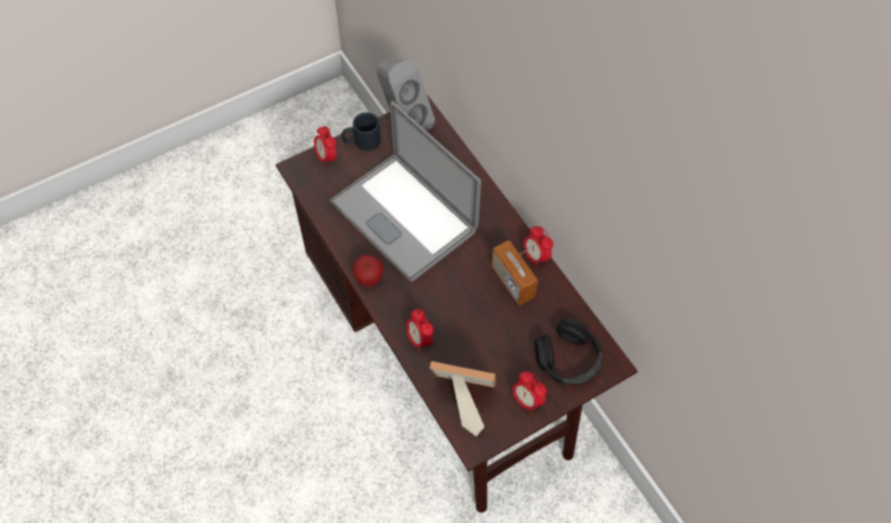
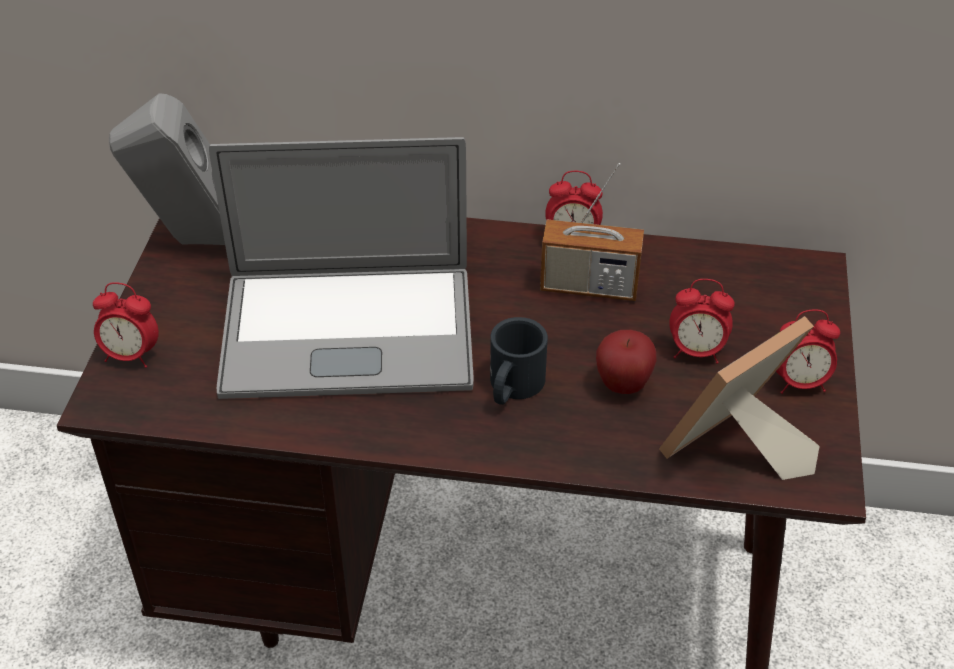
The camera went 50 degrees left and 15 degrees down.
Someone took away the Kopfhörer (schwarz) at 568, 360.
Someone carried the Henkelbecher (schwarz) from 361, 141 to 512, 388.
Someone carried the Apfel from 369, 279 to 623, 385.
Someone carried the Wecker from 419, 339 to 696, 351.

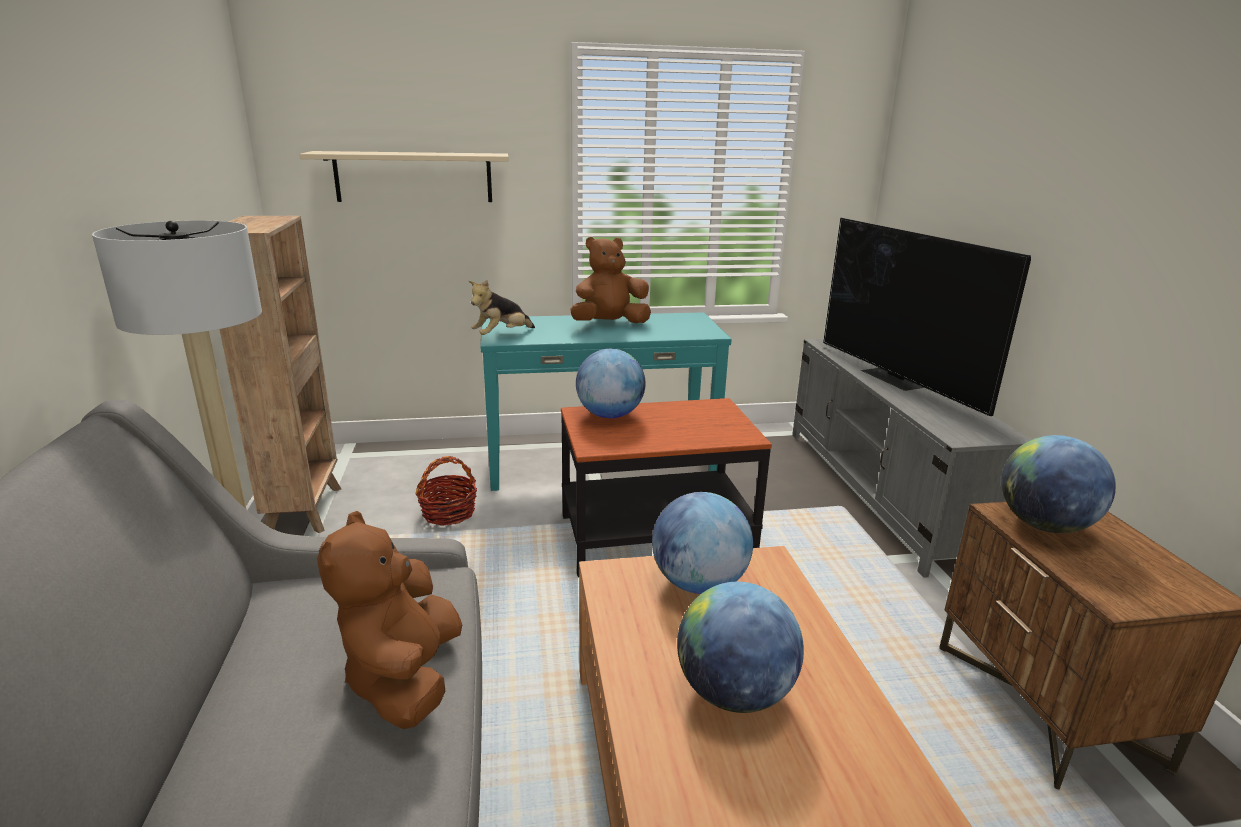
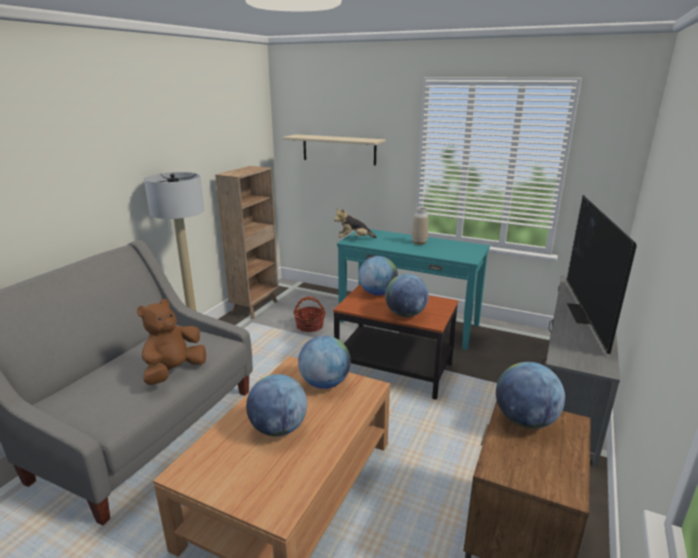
The camera went 35 degrees right and 0 degrees up.
Someone put down the Globus at 405, 314.
Someone swapped the Plüschtier (braun) at 609, 324 for the Vase at 419, 243.

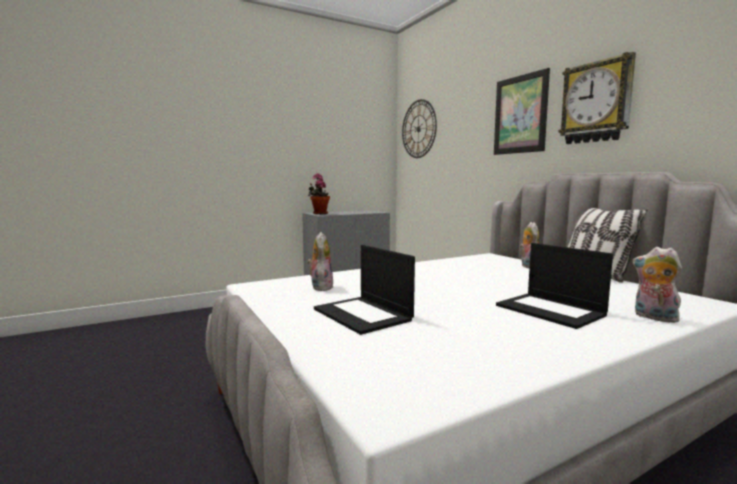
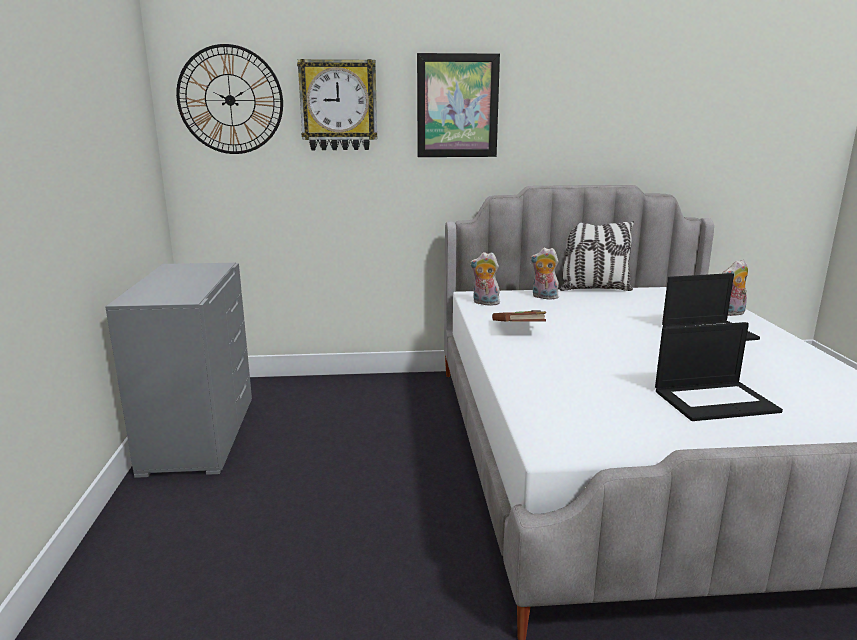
The camera went 65 degrees left and 10 degrees up.
Someone took away the Topfpflanze at 319, 213.
Someone put down the Buch (braun) at 519, 329.
Someone carried the Plüschtier from 320, 287 to 484, 303.
Someone carried the Wanduhr from 596, 102 to 338, 105.

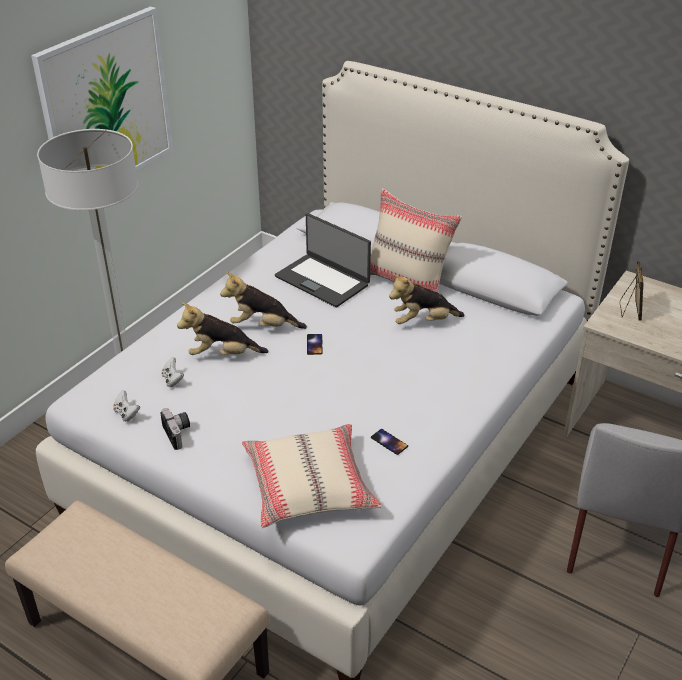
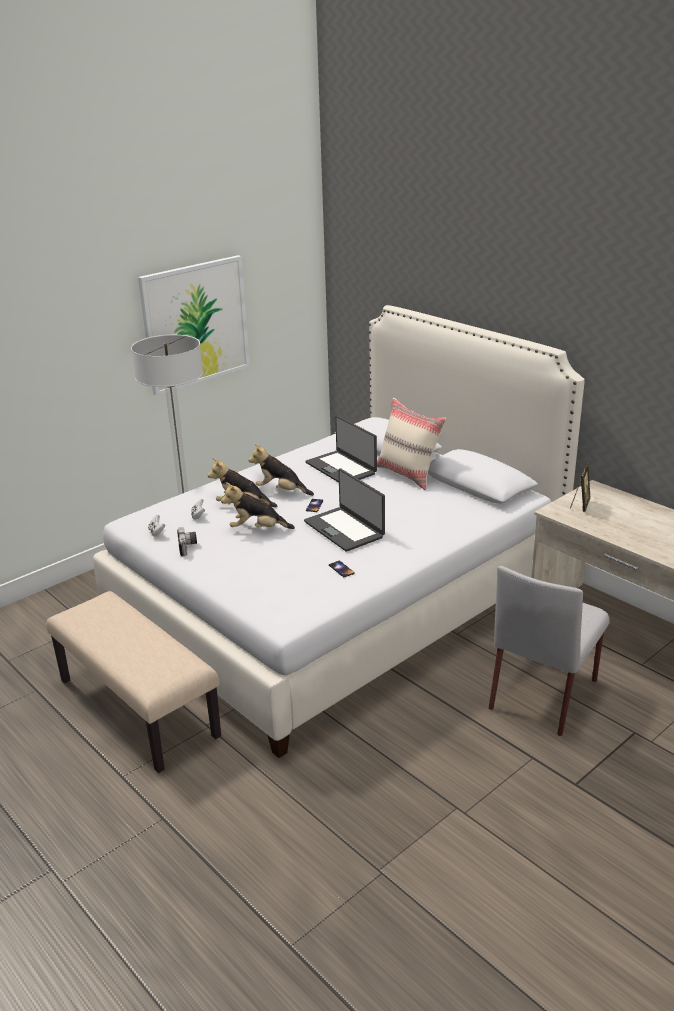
The camera went 15 degrees right and 10 degrees down.
Someone took away the Kissen (beige) at 309, 486.
Someone put down the Laptop at 344, 529.
Someone carried the Plüschtier from 423, 322 to 257, 529.

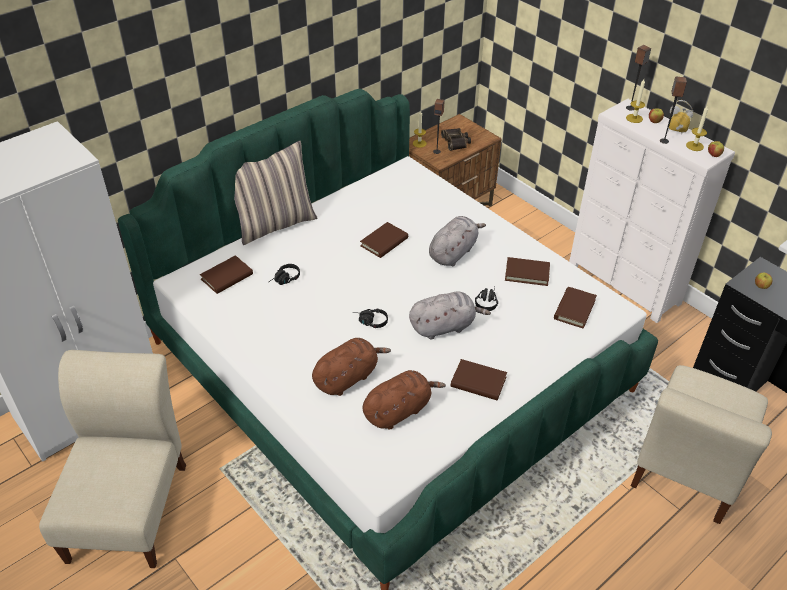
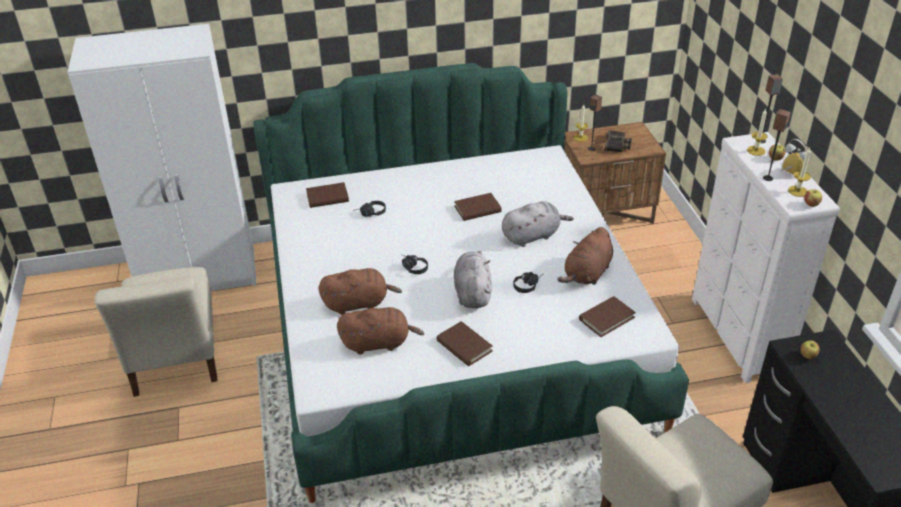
The camera went 30 degrees right and 5 degrees down.
Someone took away the Kissen at 275, 223.
Someone swapped the Buch (braun) at 527, 273 for the Plüschtier (braun) at 587, 274.
Someone rotated the Stuhl (beige) at 130, 506 by 135 degrees clockwise.
Someone rotated the Plüschtier (grau) at 444, 326 by 105 degrees counterclockwise.

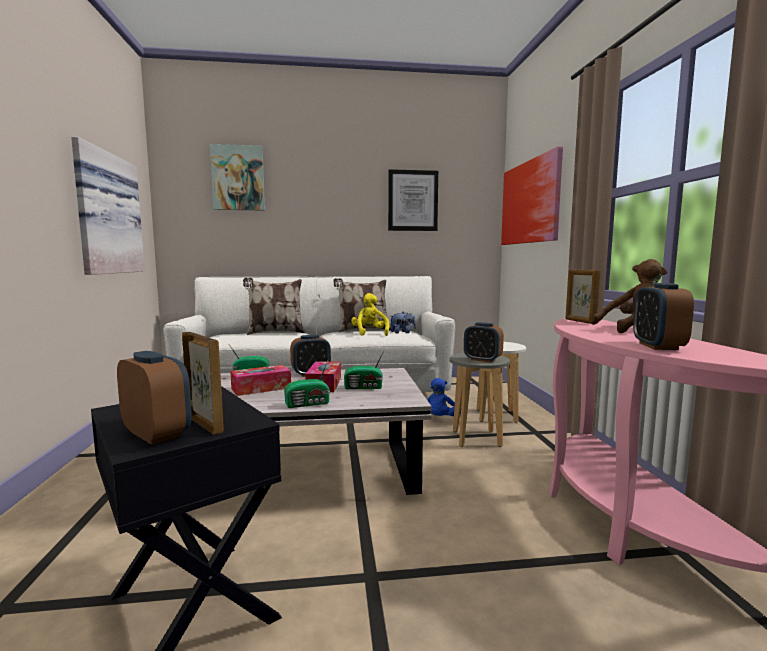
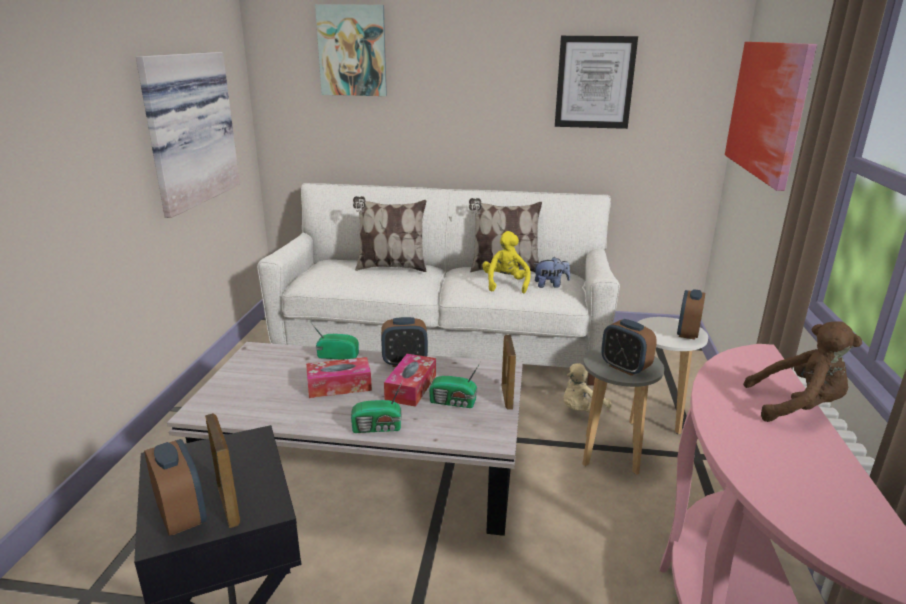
The camera went 15 degrees right and 15 degrees up.
Someone carried the Bilderrahmen from 579, 321 to 507, 397.
Someone carried the Wecker from 658, 346 to 687, 333.
Someone repainted the Plüschtier (blau) at 441, 418, which became the Plüschtier (beige) at 581, 410.

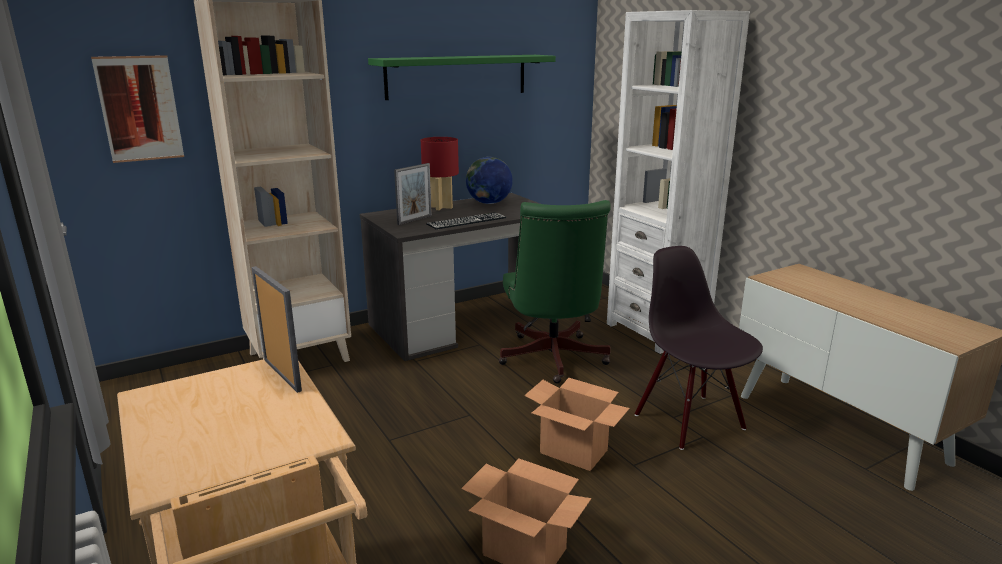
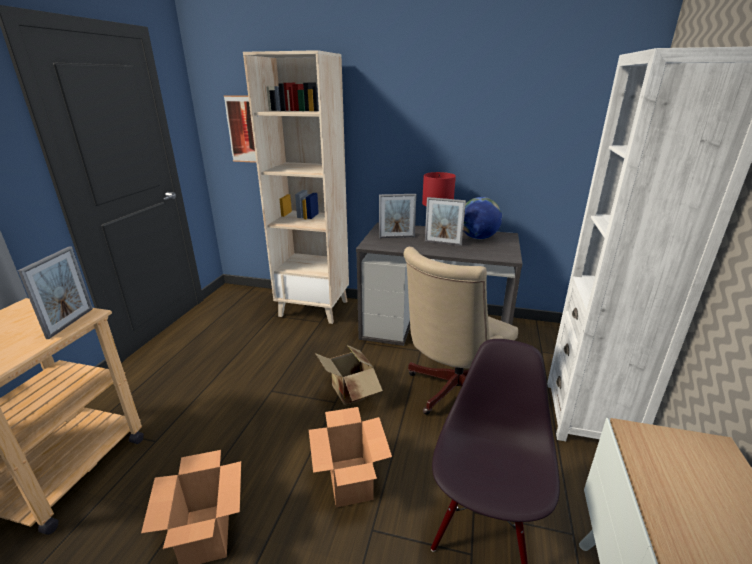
The camera went 45 degrees right and 5 degrees up.
Someone took away the Wandregal (grün) at 457, 76.
Someone took away the Tastatur at 466, 221.
Someone put down the Karton at 349, 393.
Someone put down the Bilderrahmen at 443, 243.
Someone repainted the Bürostuhl (grün) at 552, 360, which became the Bürostuhl (beige) at 451, 392.

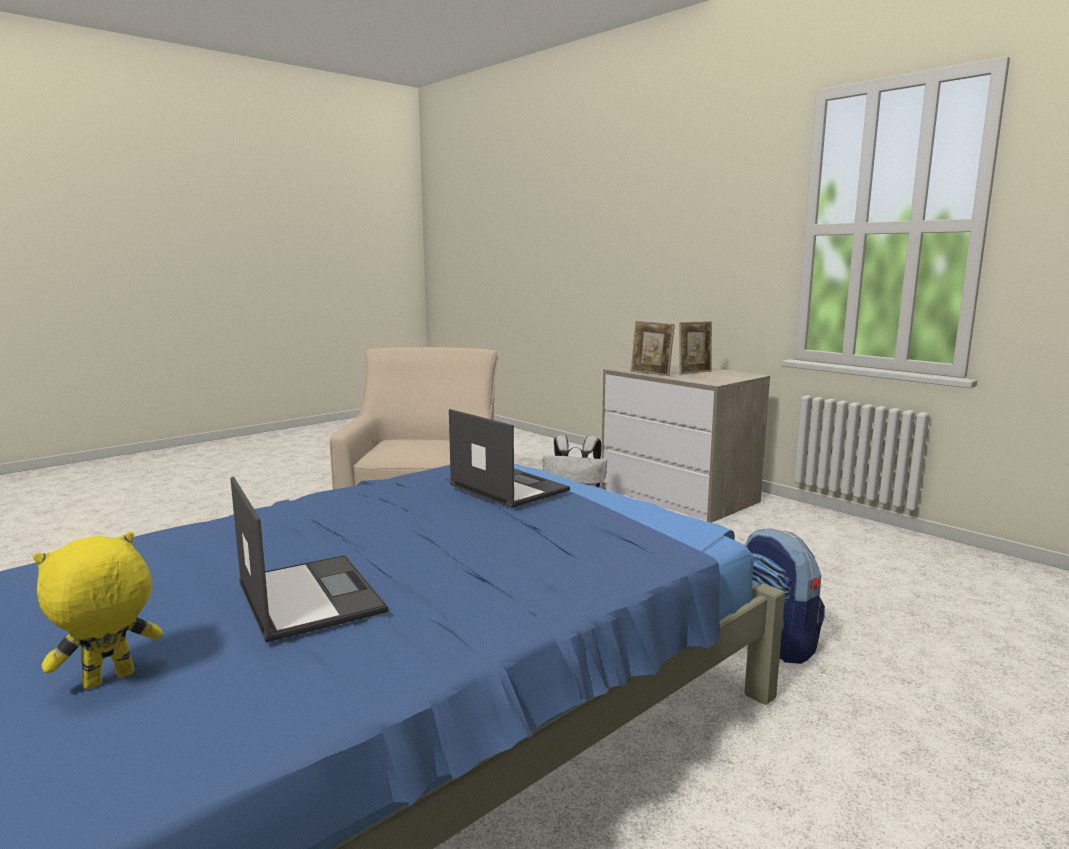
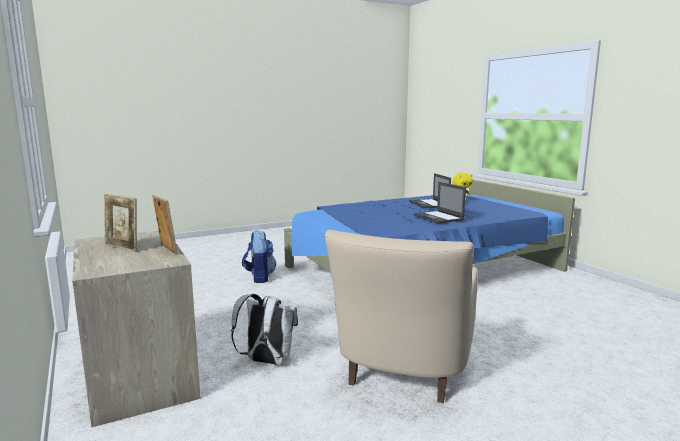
The camera went 165 degrees left and 0 degrees up.
Someone carried the Laptop from 507, 487 to 438, 217.
Someone rotated the Bilderrahmen at 694, 372 by 135 degrees counterclockwise.

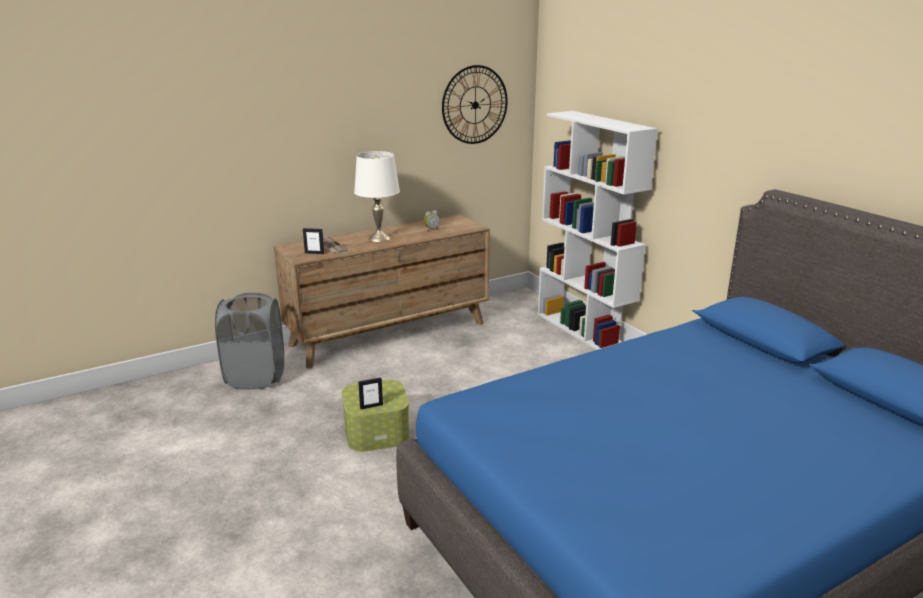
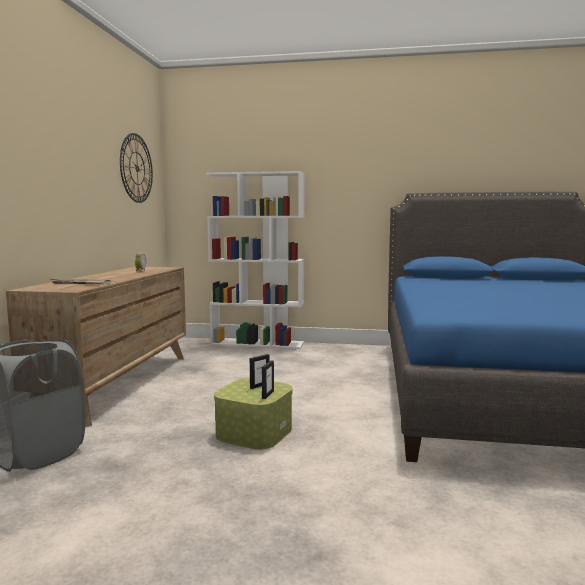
The camera went 50 degrees left and 15 degrees down.
Someone took away the Tischlampe (weiß) at 379, 238.
Someone carried the Bilderrahmen from 314, 253 to 259, 386.

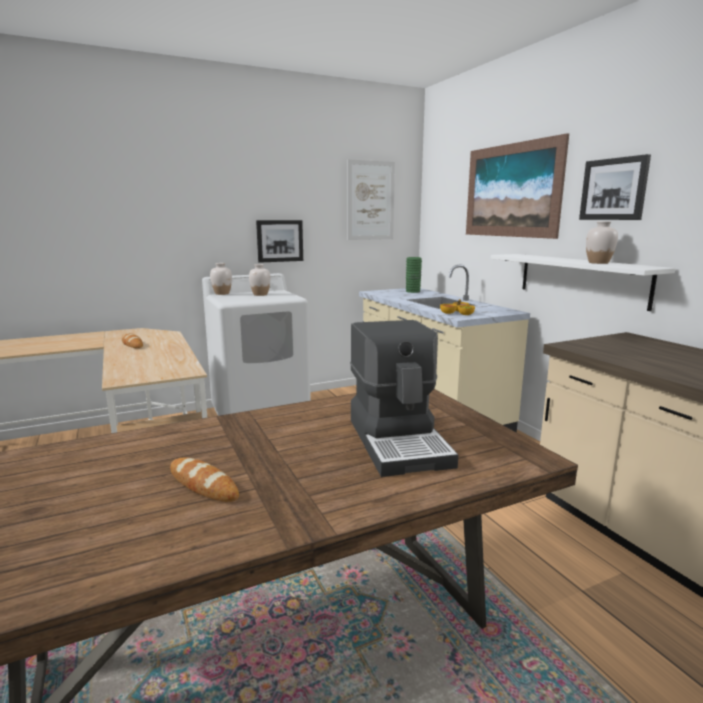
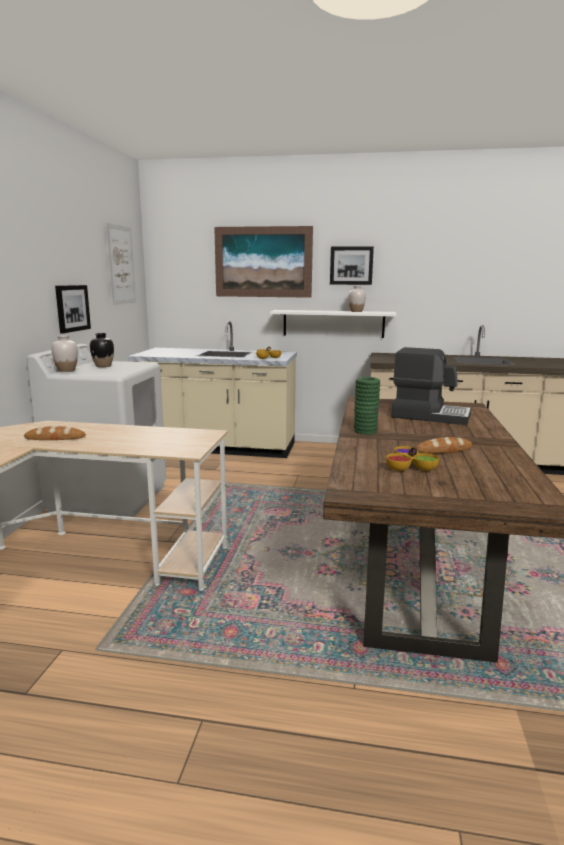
The camera went 55 degrees left and 0 degrees up.
Someone put down the Schüssel at 409, 466.
Someone carried the Vase (grün) from 413, 291 to 365, 431.
Someone repainted the Vase (weiß) at 260, 294, which became the Vase (schwarz) at 103, 366.

